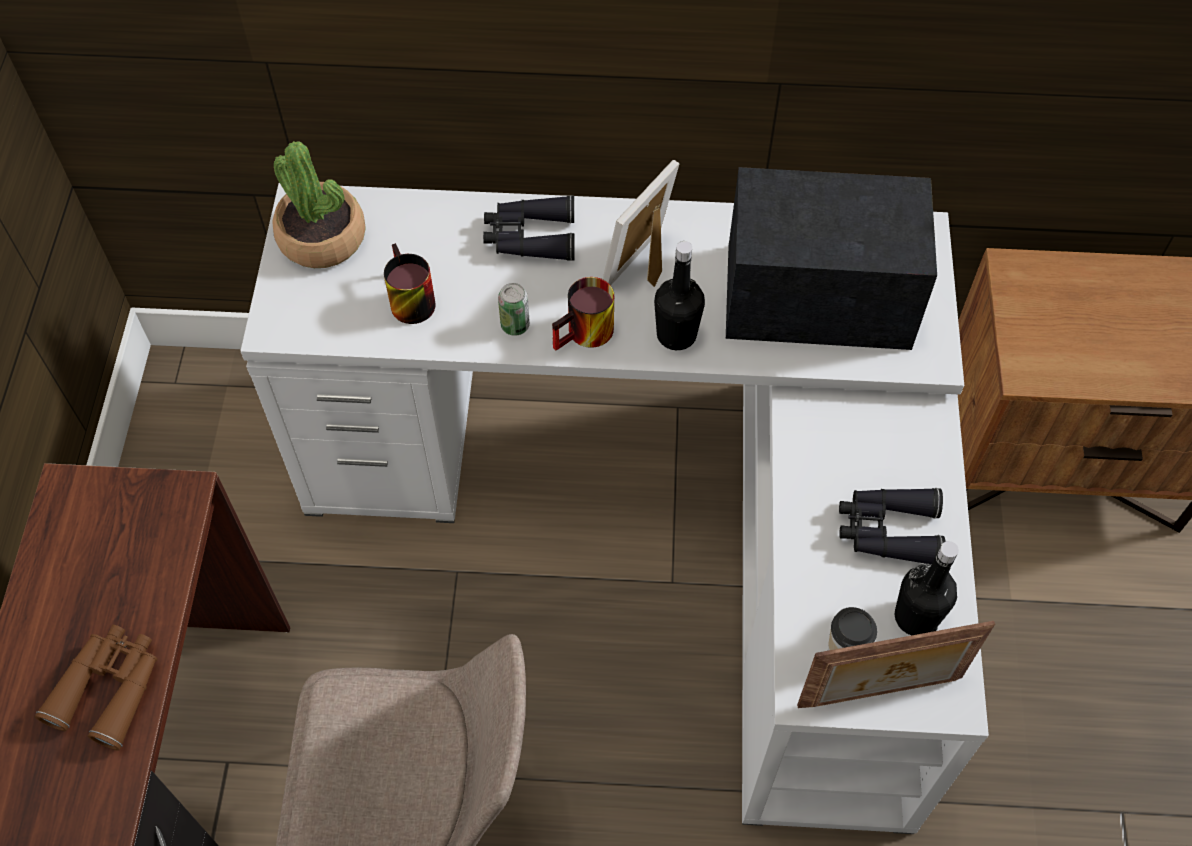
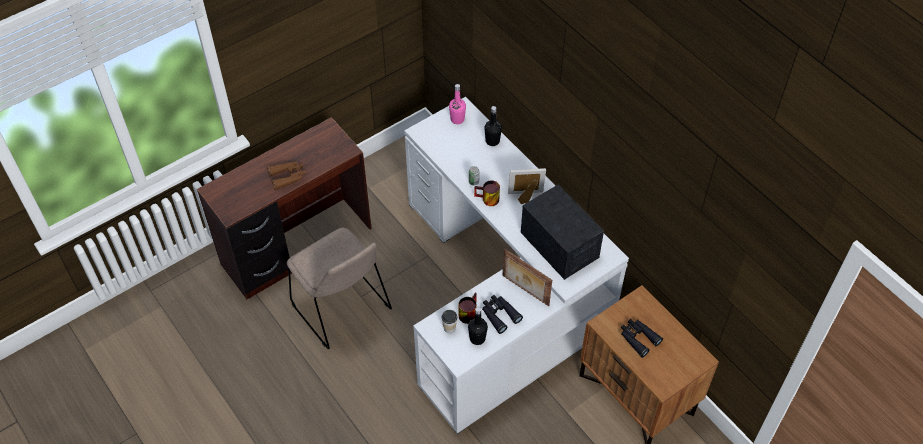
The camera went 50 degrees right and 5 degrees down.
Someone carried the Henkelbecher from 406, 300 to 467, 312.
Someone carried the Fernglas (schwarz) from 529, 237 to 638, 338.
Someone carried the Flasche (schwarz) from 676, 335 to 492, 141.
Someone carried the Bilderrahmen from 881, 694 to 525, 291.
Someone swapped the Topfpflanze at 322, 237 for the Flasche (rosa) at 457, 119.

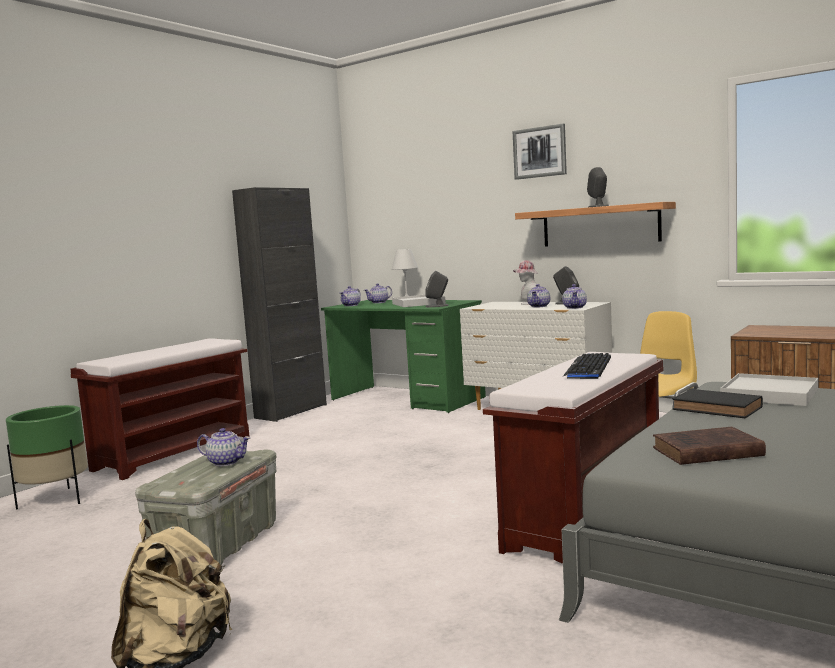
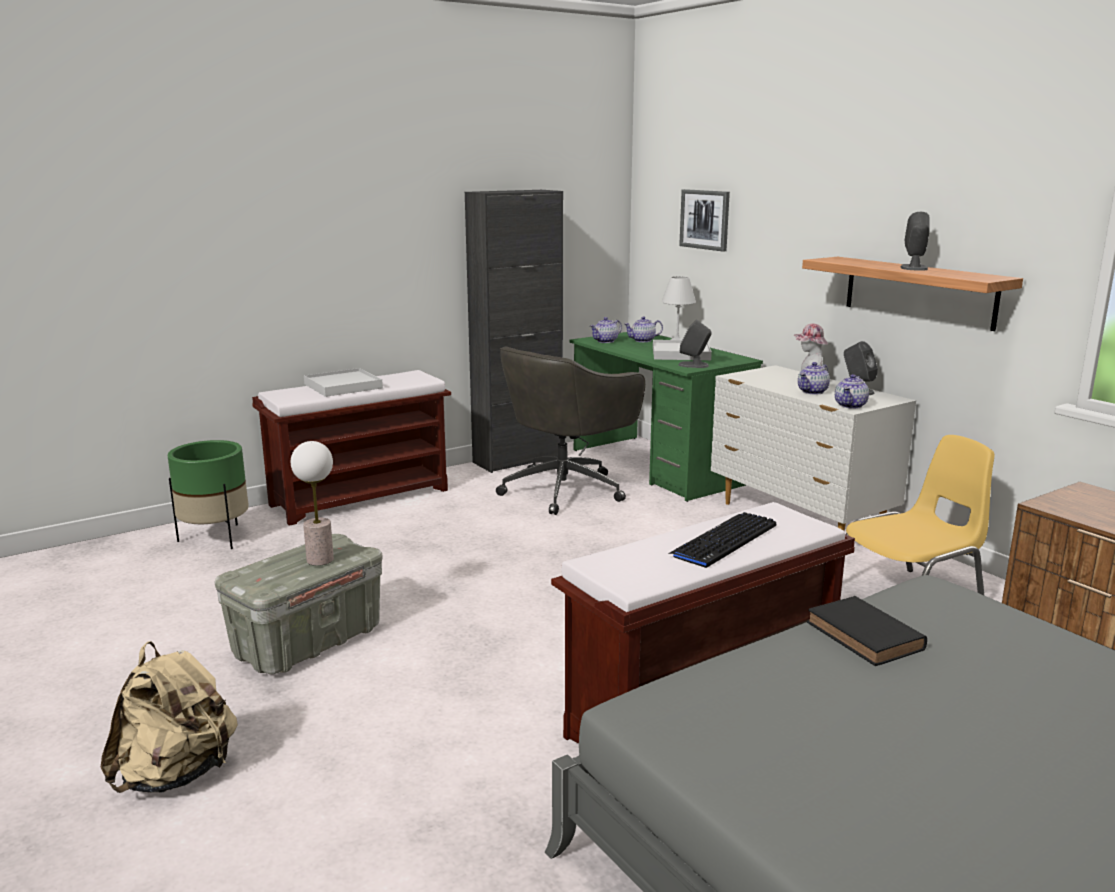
The camera went 20 degrees right and 10 degrees up.
Someone took away the Buch (braun) at 704, 452.
Someone put down the Bürostuhl (grau) at 566, 490.
Someone carried the Bild from 540, 152 to 705, 219.
Someone carried the Tablett (weiß) from 770, 394 to 343, 386.
Someone swapped the Teekanne at 226, 462 for the Tischlampe at 320, 559.

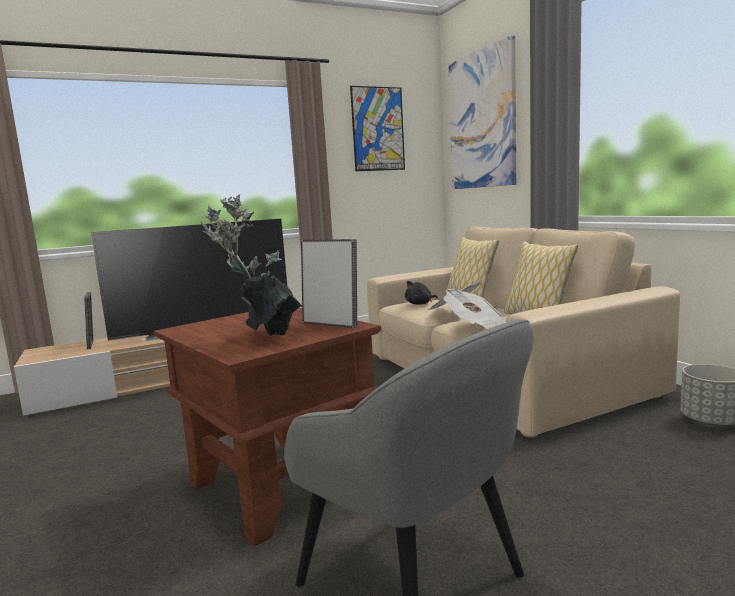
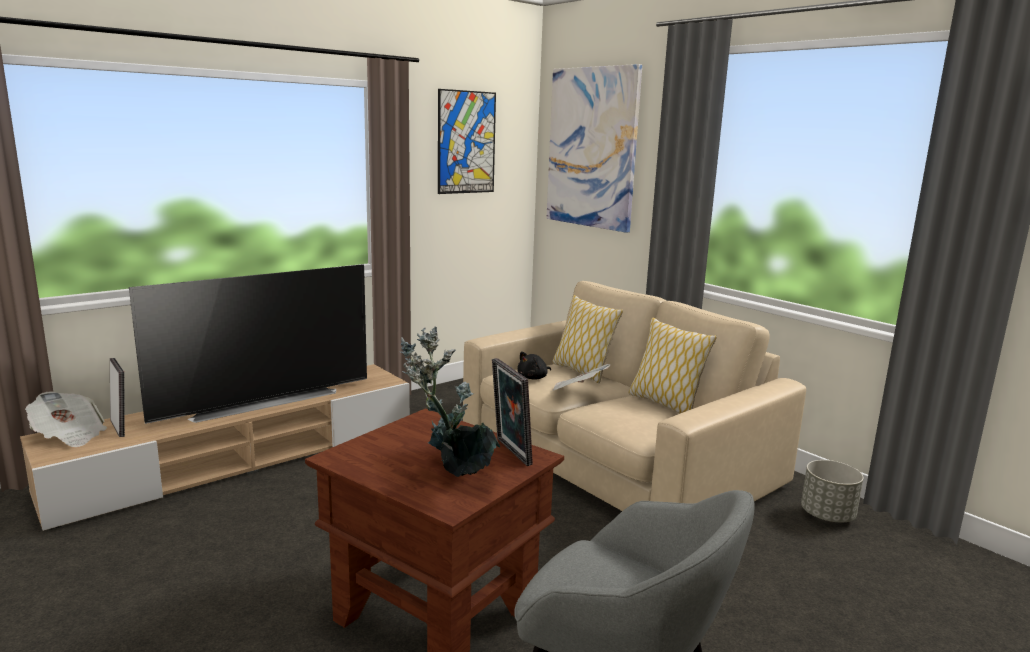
The camera went 15 degrees left and 5 degrees up.
Someone carried the Zeitung from 475, 326 to 69, 435.
Someone rotated the Bilderrahmen at 331, 324 by 135 degrees counterclockwise.

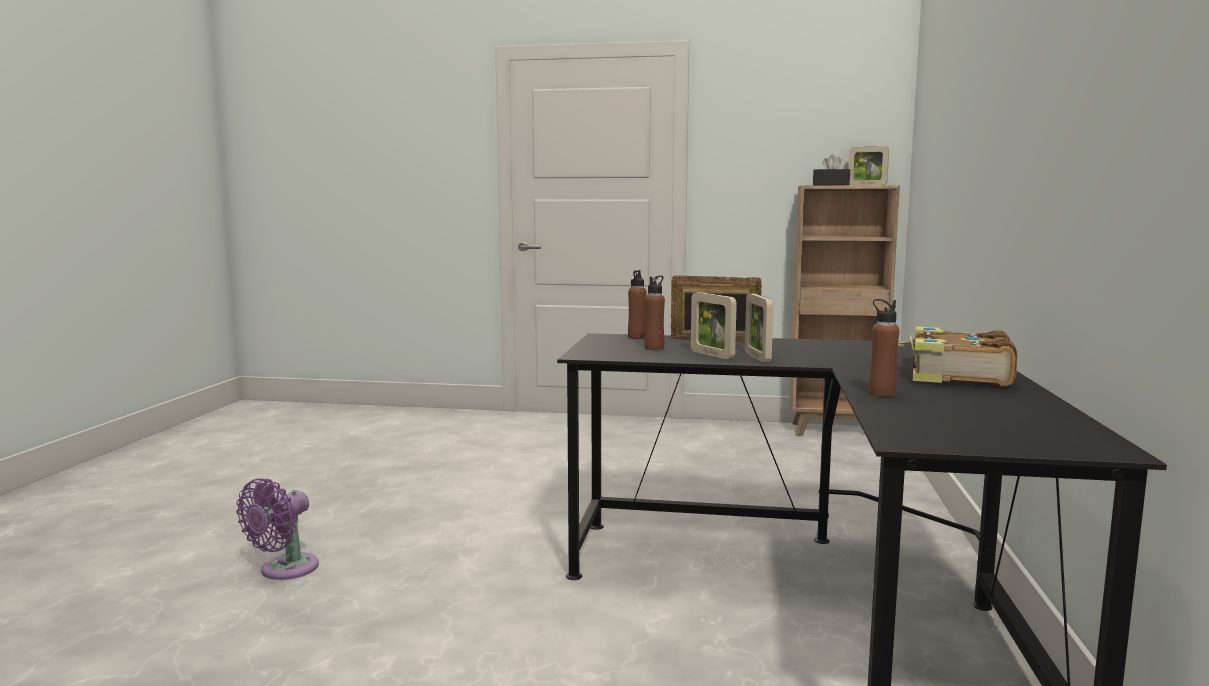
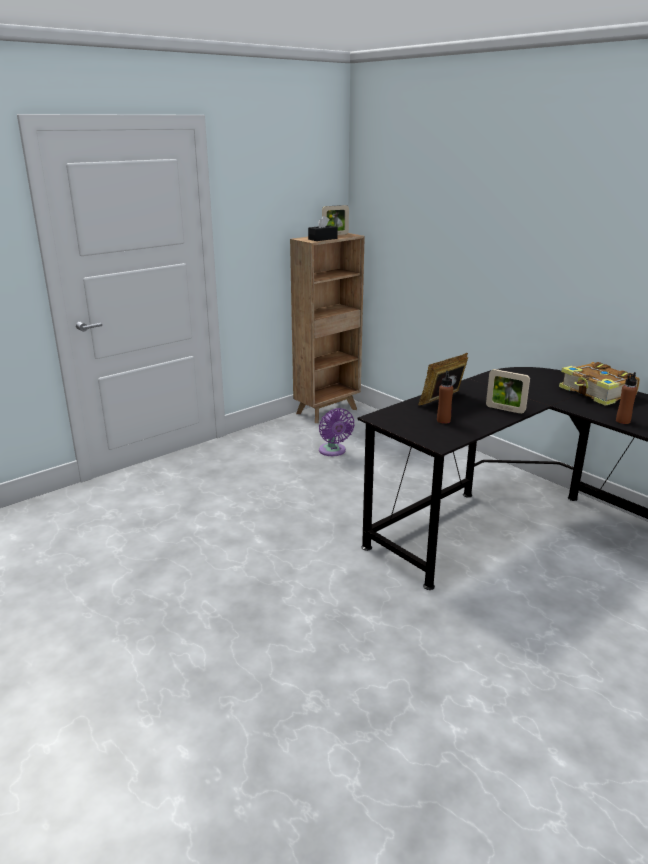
The camera went 50 degrees left and 15 degrees up.
Someone took away the Flasche (braun) at 636, 337.
Someone took away the Bilderrahmen at 712, 355.
Someone carried the Ventilator (lila) from 284, 570 to 333, 451.

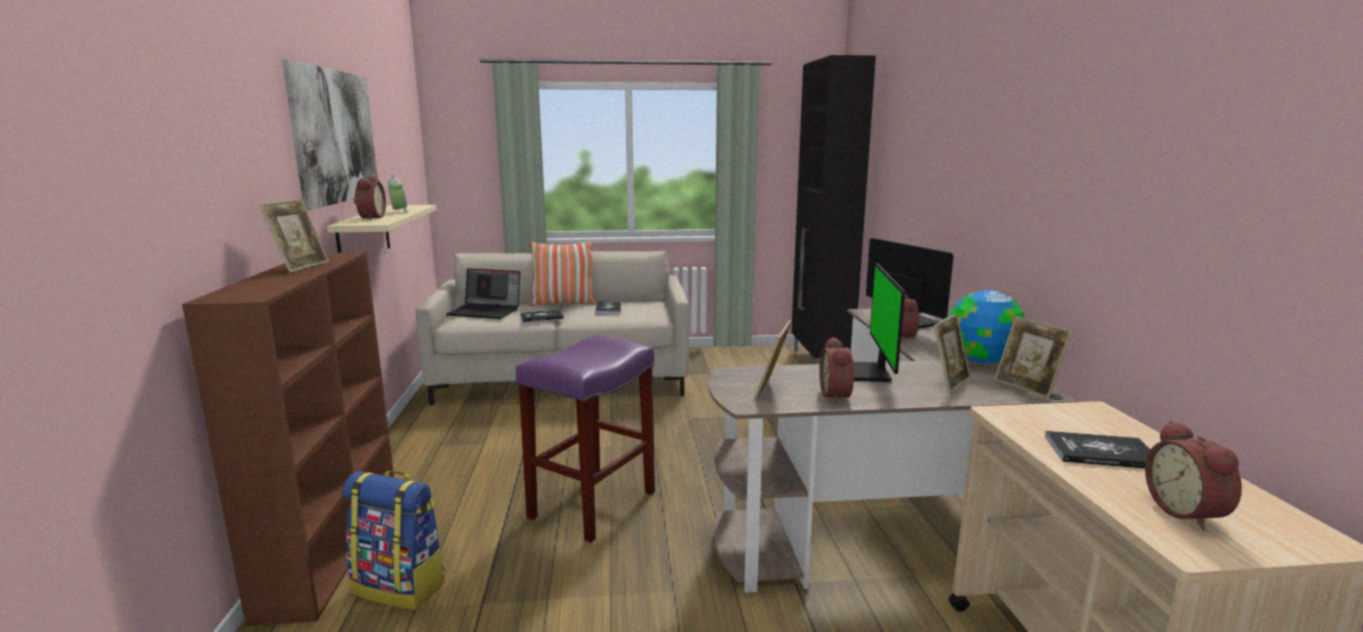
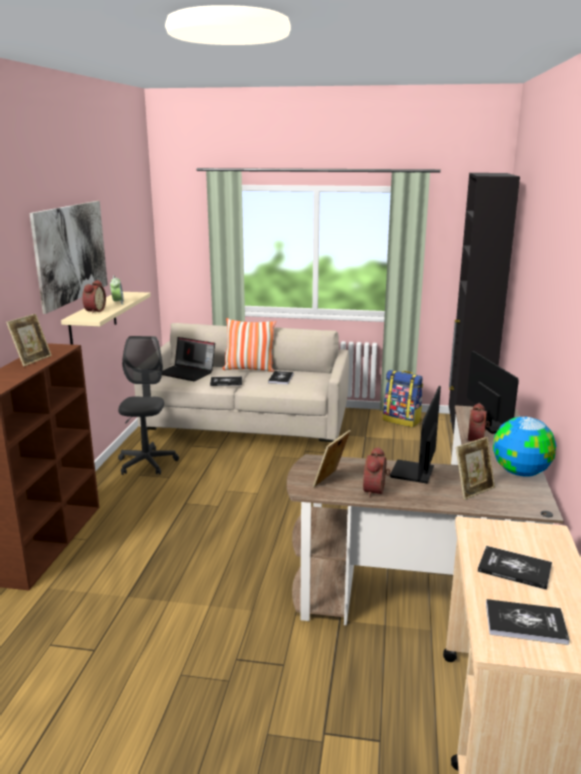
The camera went 15 degrees right and 5 degrees up.
Someone took away the Hocker (lila) at 593, 503.
Someone took away the Bilderrahmen at 1027, 387.
Someone put down the Bürostuhl (grau) at 147, 463.
Someone carried the Rucksack from 401, 587 to 402, 420.
Someone swapped the Wecker at 1188, 512 for the Buch at 525, 623.

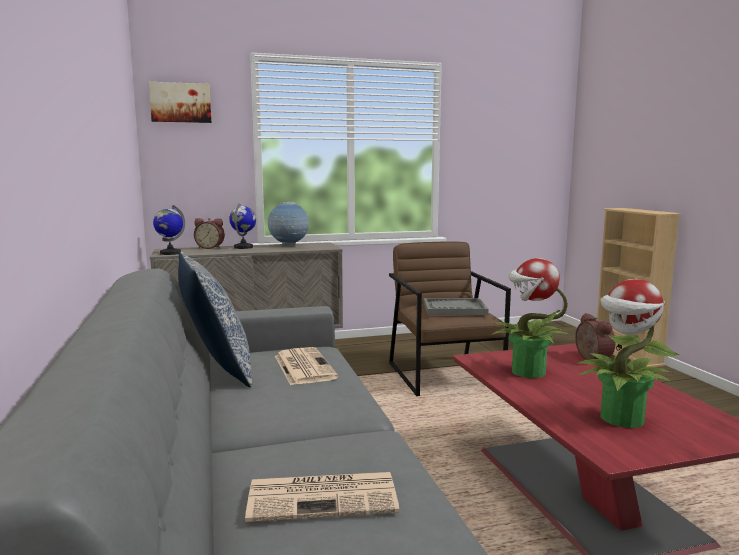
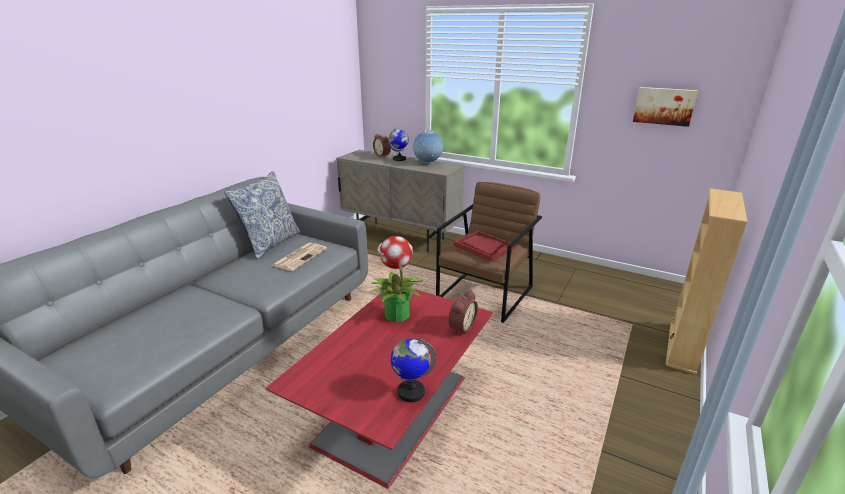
The camera went 45 degrees right and 15 degrees up.
Someone took away the Zeitung at 324, 497.
Someone took away the Topfpflanze at 621, 419.
Someone carried the Bild from 180, 103 to 664, 106.
Someone carried the Globus from 170, 253 to 410, 392.
Someone repainted the Tablett (grau) at 454, 309, which became the Tablett (rot) at 484, 247.

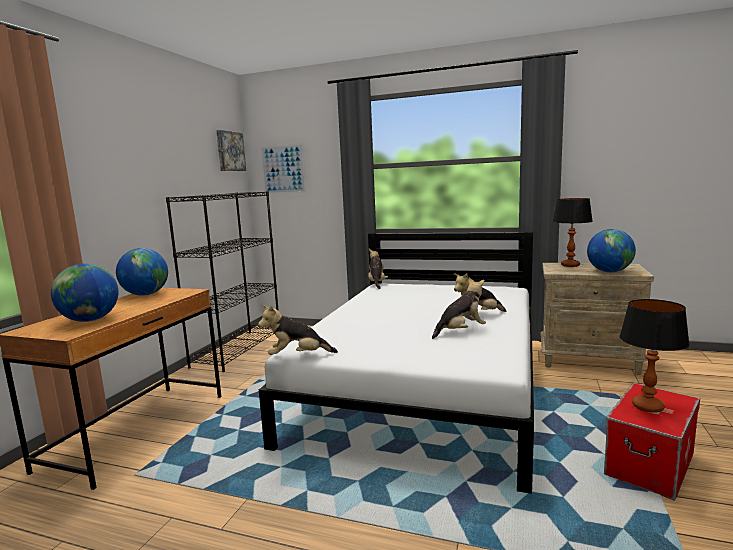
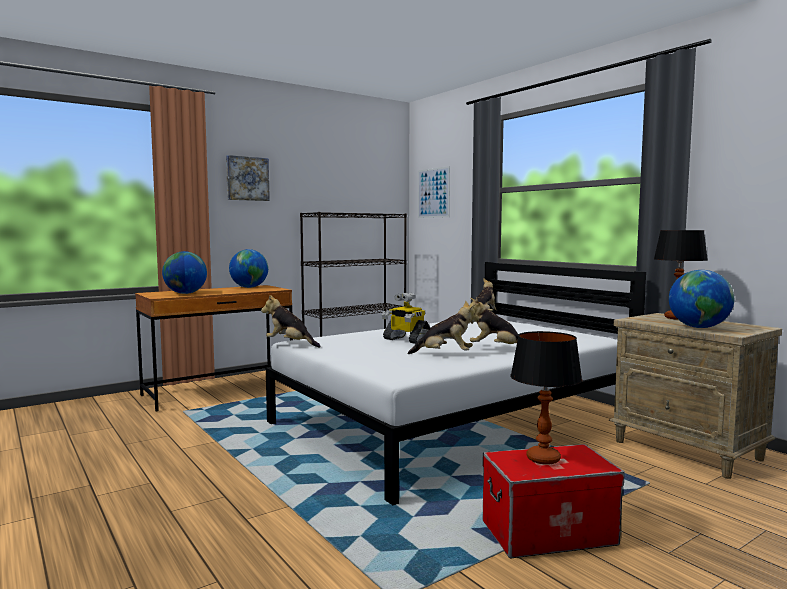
The camera went 35 degrees right and 5 degrees down.
Someone put down the Spielzeugroboter at 406, 340.
Someone carried the Bild from 229, 151 to 247, 178.

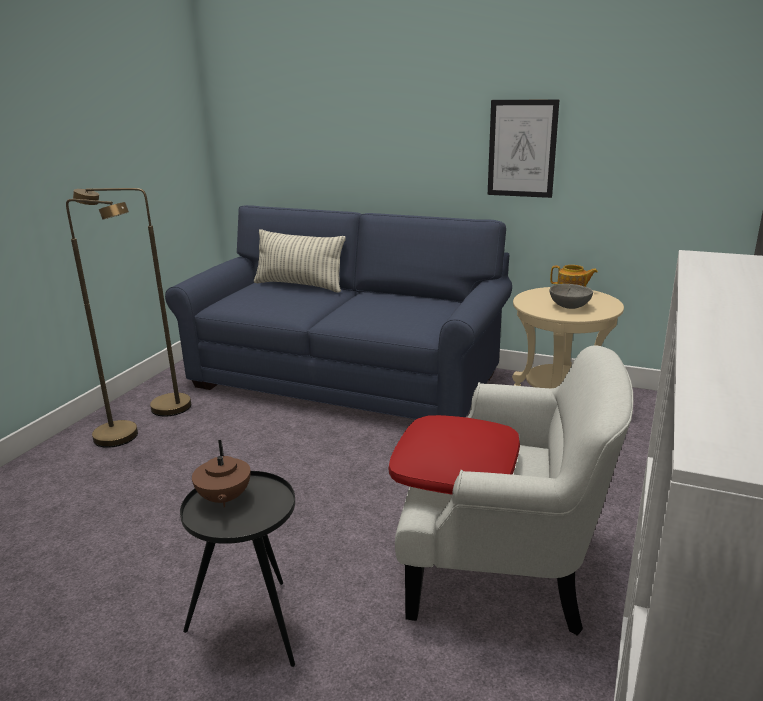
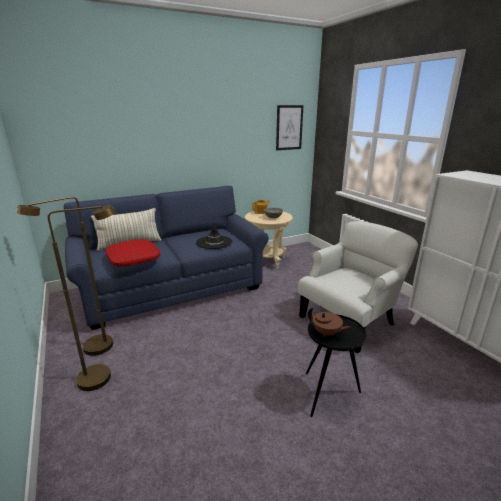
The camera went 50 degrees left and 0 degrees up.
Someone put down the Hut (schwarz) at 214, 242.
Someone carried the Kissen (rot) from 456, 470 to 134, 259.
Someone carried the Bild from 522, 149 to 289, 127.

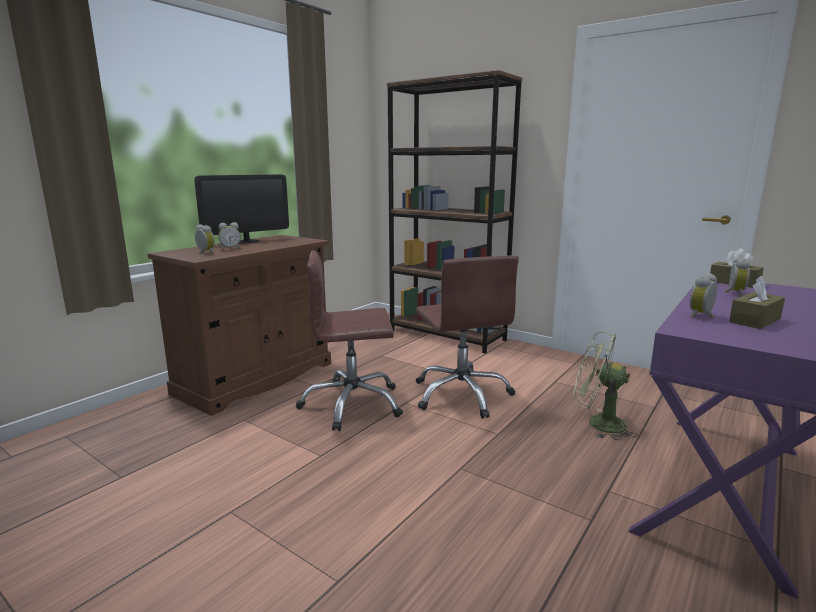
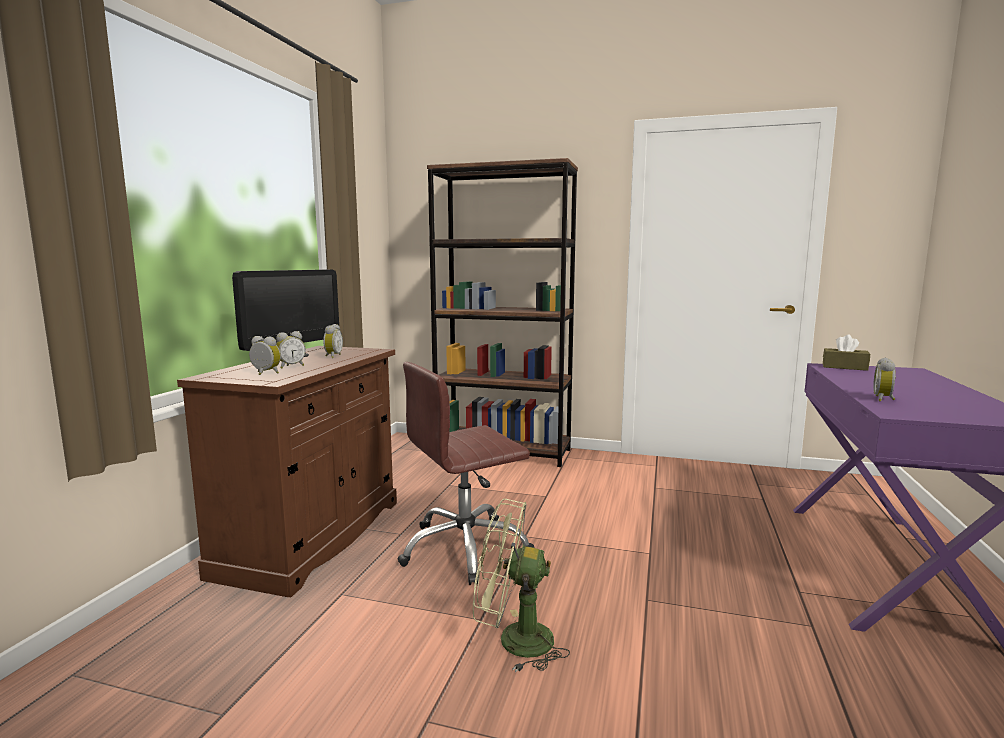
The camera went 20 degrees left and 5 degrees down.
Someone took away the Bürostuhl (braun) at 462, 394.
Someone took away the Taschentuchbox (braun) at 754, 320.
Someone carried the Ventilator (grün) from 597, 423 to 513, 641.
Someone carried the Wecker from 734, 293 to 332, 356.

